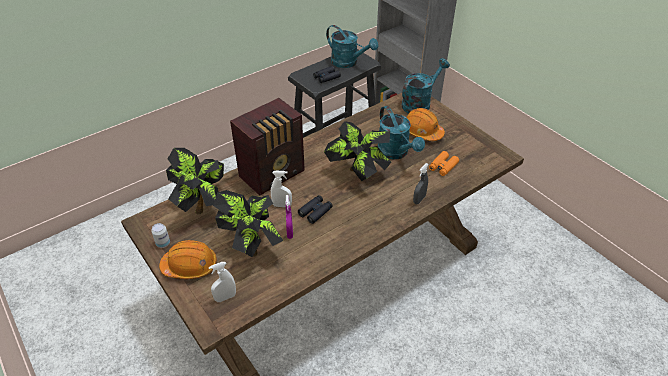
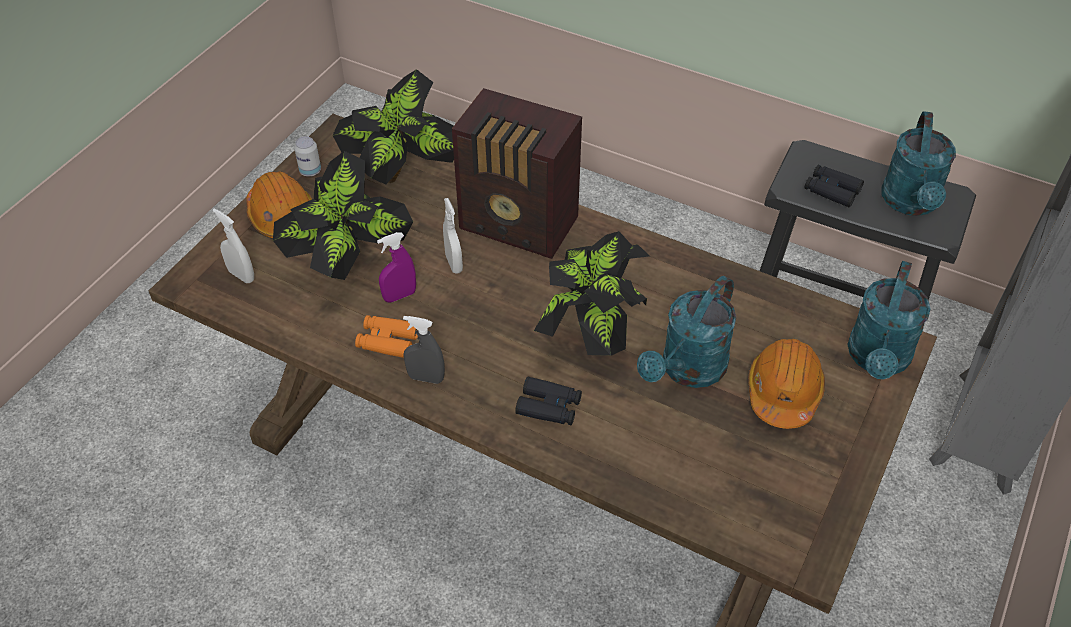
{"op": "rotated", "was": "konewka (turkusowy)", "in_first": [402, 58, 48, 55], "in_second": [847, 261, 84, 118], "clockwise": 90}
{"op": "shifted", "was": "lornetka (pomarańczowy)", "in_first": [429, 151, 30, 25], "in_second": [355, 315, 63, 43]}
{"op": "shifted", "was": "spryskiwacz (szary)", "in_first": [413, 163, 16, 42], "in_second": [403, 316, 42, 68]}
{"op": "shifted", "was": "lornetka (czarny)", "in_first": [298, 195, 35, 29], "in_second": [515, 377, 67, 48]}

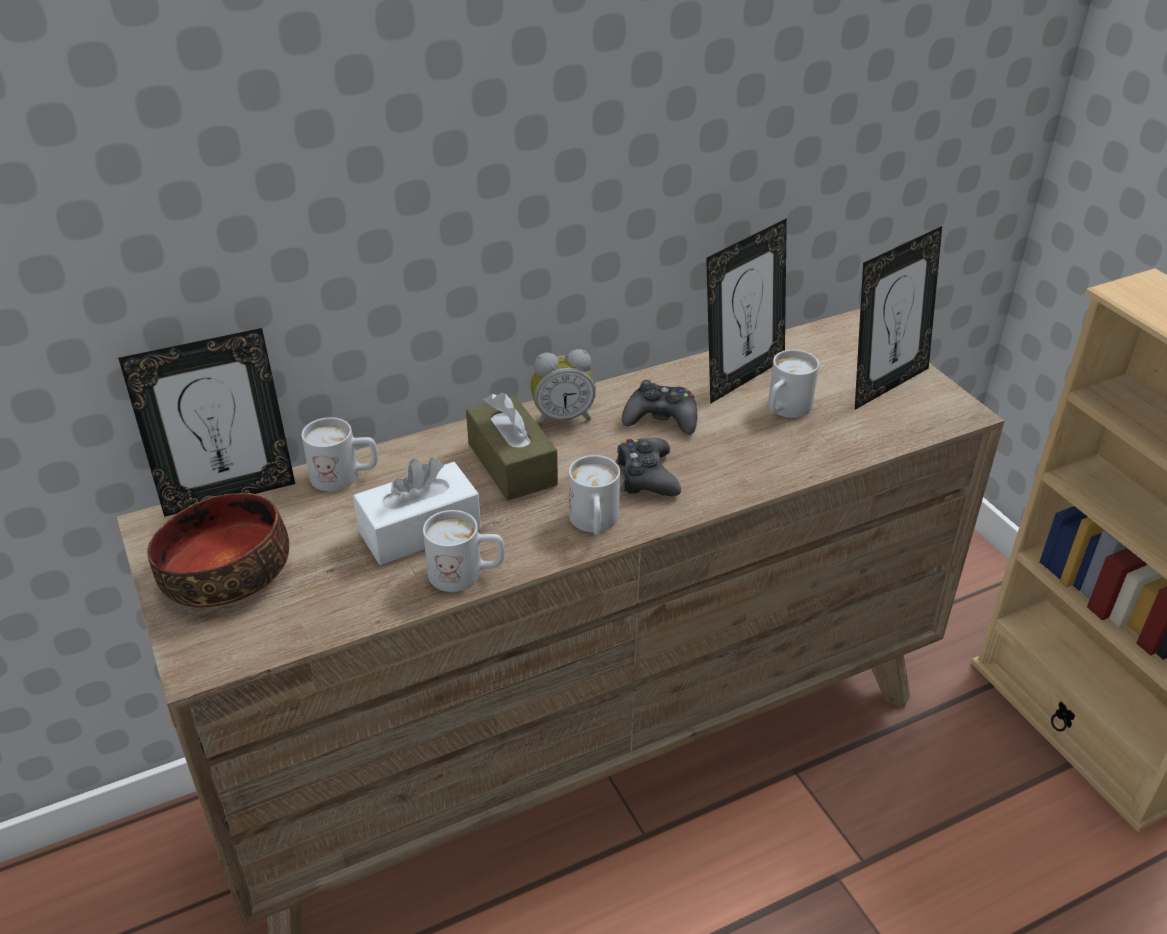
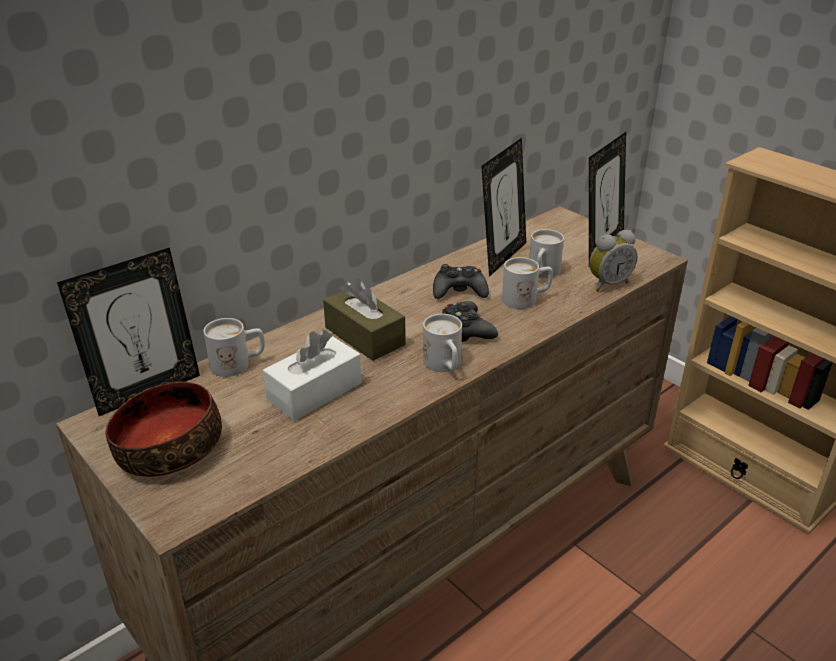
{"op": "shifted", "was": "budzik", "in_first": [531, 349, 65, 77], "in_second": [589, 230, 49, 61]}
{"op": "shifted", "was": "kubek (biały)", "in_first": [423, 510, 82, 82], "in_second": [502, 257, 51, 52]}

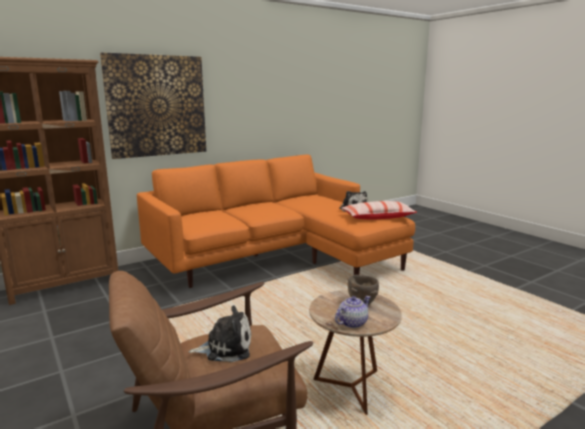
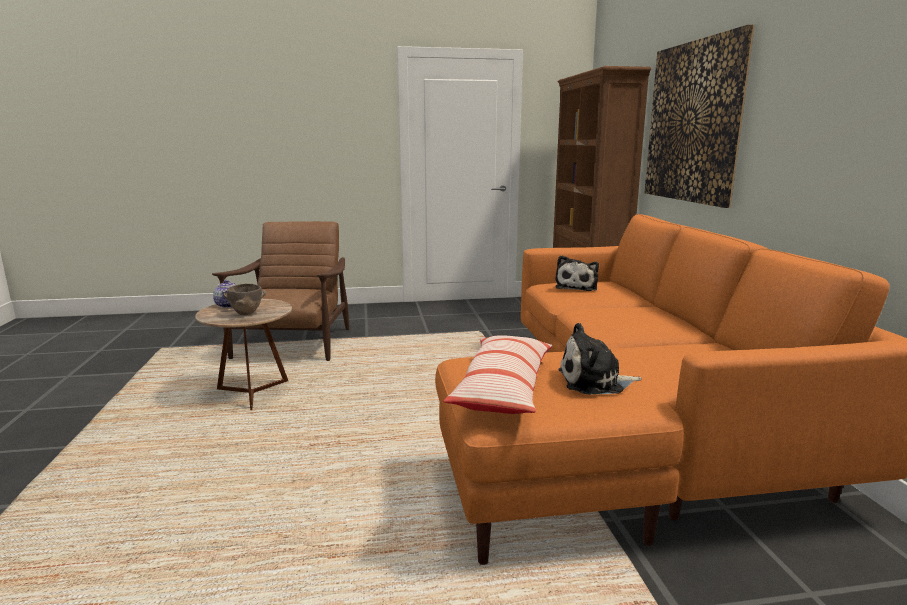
{"op": "shifted", "was": "pluszak", "in_first": [189, 305, 62, 57], "in_second": [555, 255, 44, 36]}

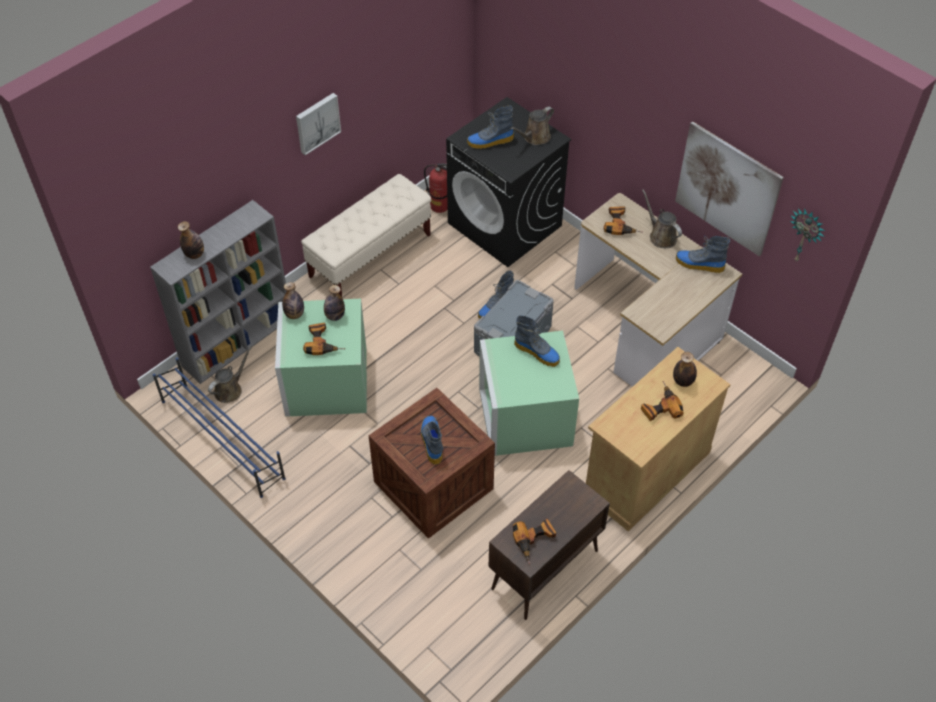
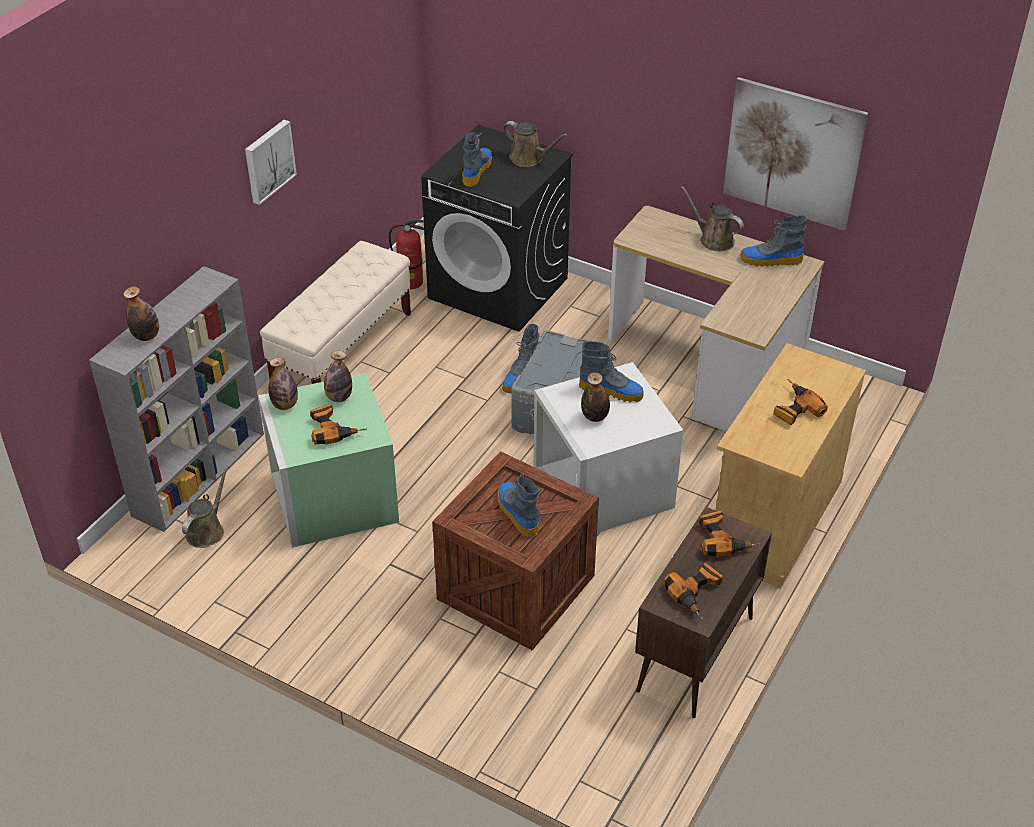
{"op": "rotated", "was": "but z cholewką", "in_first": [467, 105, 47, 44], "in_second": [462, 132, 30, 55], "clockwise": 135}
{"op": "rotated", "was": "konewka (brązowy)", "in_first": [510, 106, 44, 39], "in_second": [503, 121, 65, 46], "clockwise": -90}
{"op": "shifted", "was": "wiertarka", "in_first": [604, 206, 39, 29], "in_second": [698, 510, 64, 47]}
{"op": "gone", "was": "zegar ścienny", "in_first": [790, 208, 35, 53]}
{"op": "repainted", "was": "pojemnik do przechowywania (zielony)", "now": "pojemnik do przechowywania (biały)", "in_first": [479, 331, 100, 125], "in_second": [534, 362, 149, 171]}
{"op": "shifted", "was": "butelka", "in_first": [673, 352, 24, 35], "in_second": [581, 372, 29, 50]}
{"op": "gone", "was": "regał na buty (niebieski)", "in_first": [153, 357, 133, 141]}

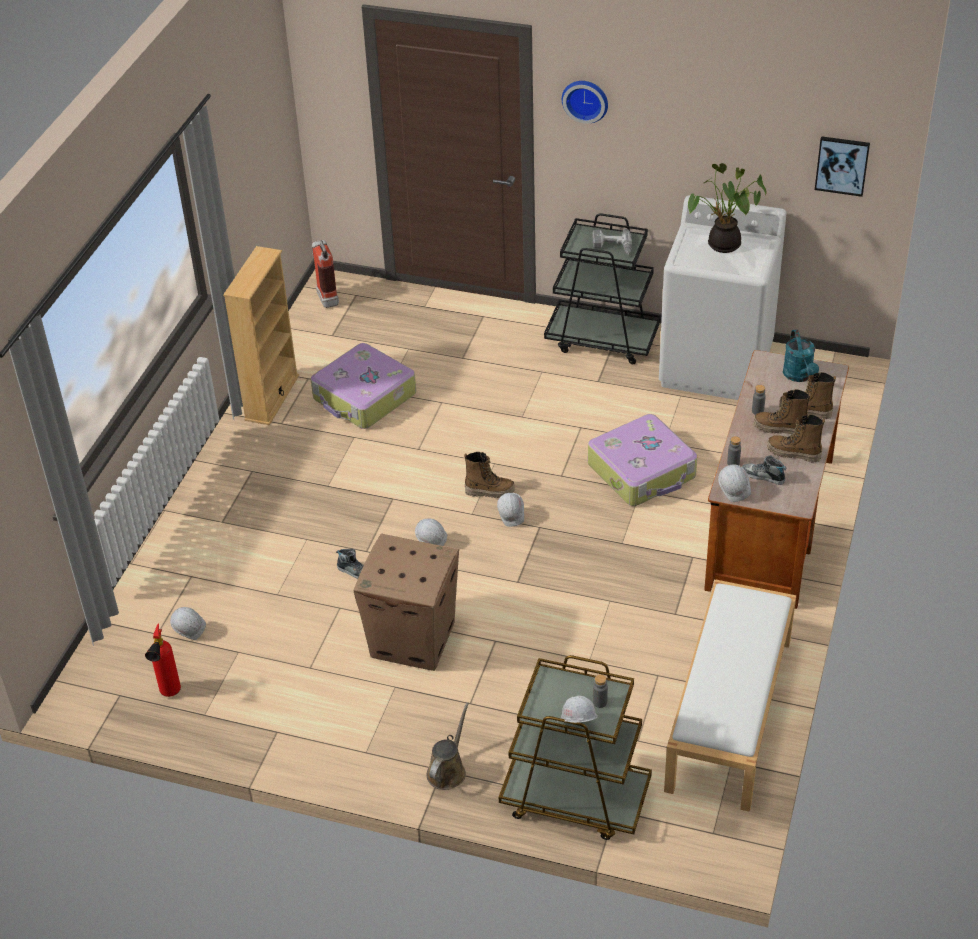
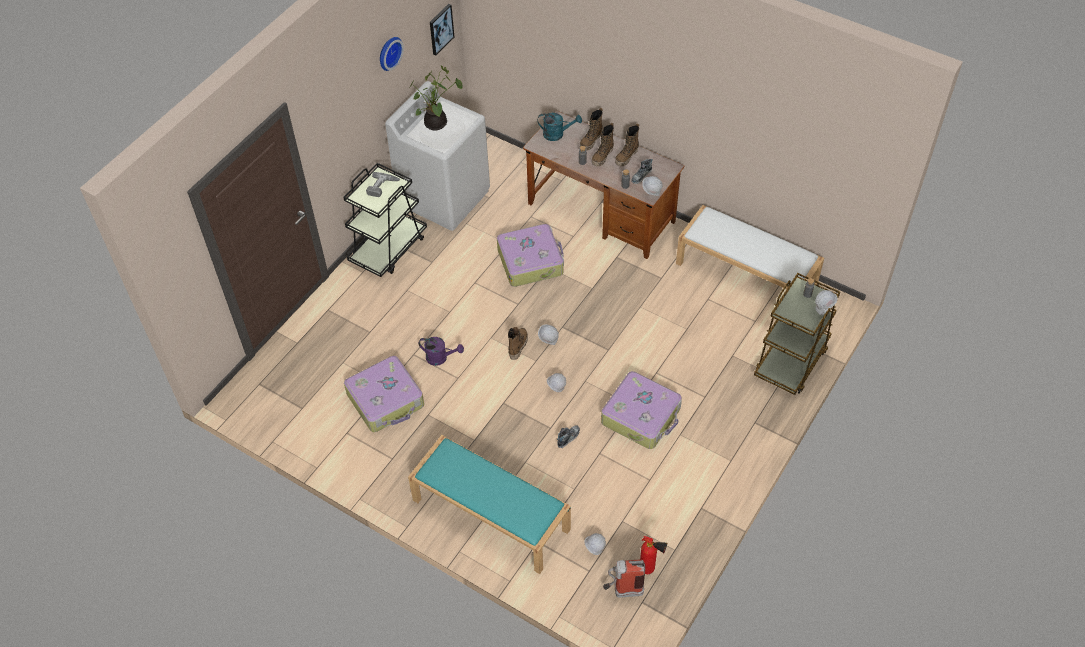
{"op": "shifted", "was": "zegar ścienny", "in_first": [562, 81, 46, 43], "in_second": [380, 37, 24, 34]}
{"op": "shifted", "was": "gaśnica", "in_first": [312, 240, 27, 68], "in_second": [603, 559, 42, 39]}
{"op": "gone", "was": "regał (beżowy)", "in_first": [223, 246, 76, 179]}
{"op": "swapped", "was": "karton", "now": "walizka", "in_first": [354, 533, 105, 138], "in_second": [601, 371, 81, 78]}
{"op": "gone", "was": "konewka (brązowy)", "in_first": [426, 702, 43, 88]}
{"op": "new", "now": "konewka (fioletowy)", "in_second": [419, 337, 45, 29]}
{"op": "new", "now": "ławka (turkusowy)", "in_second": [408, 435, 163, 139]}

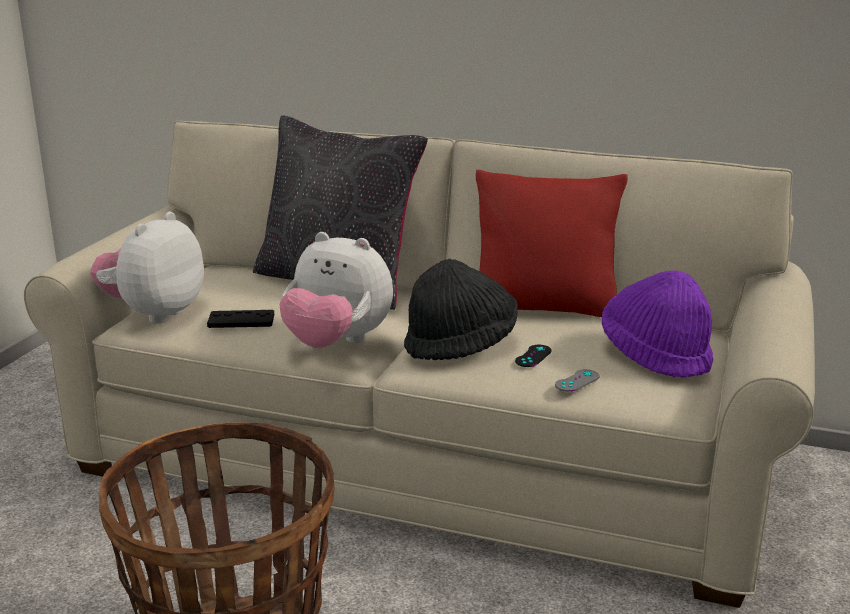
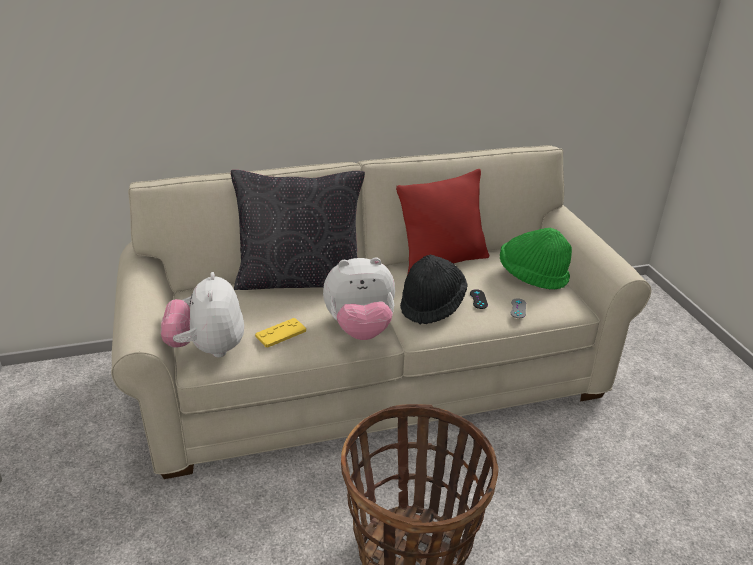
{"op": "repainted", "was": "kapelusz (fioletowy)", "now": "kapelusz (zielony)", "in_first": [602, 270, 111, 108], "in_second": [500, 228, 72, 62]}
{"op": "repainted", "was": "pad do gier (czarny)", "now": "pad do gier (żółty)", "in_first": [207, 310, 67, 18], "in_second": [255, 318, 51, 30]}

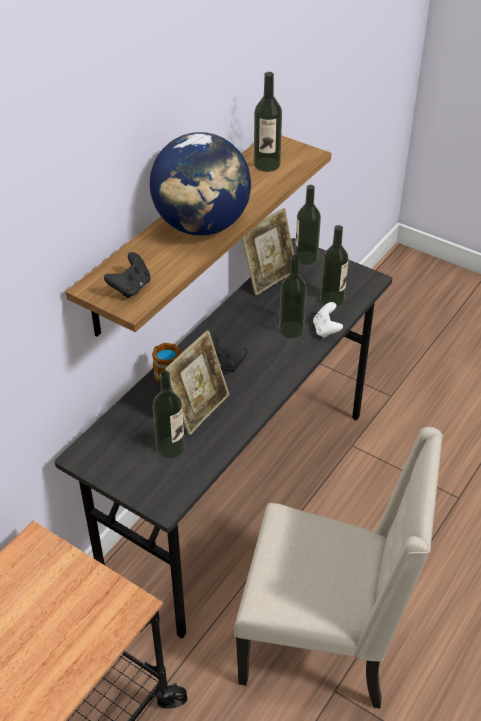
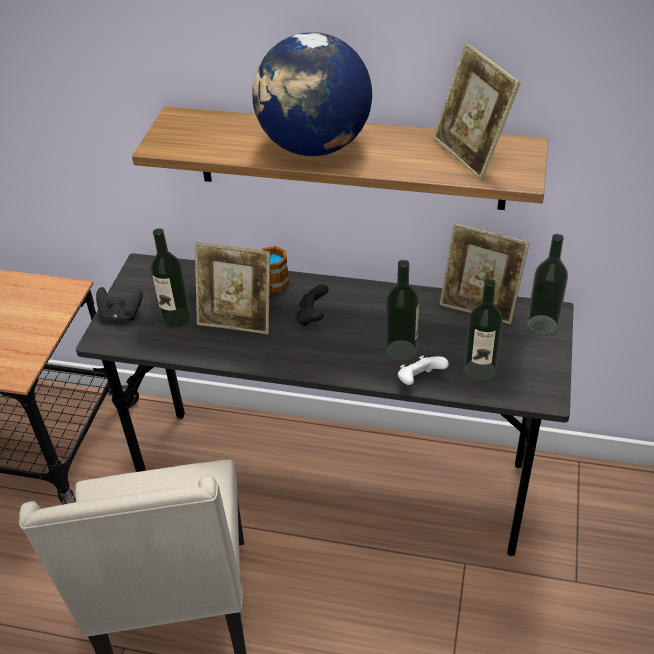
{"op": "swapped", "was": "butelka", "now": "ramka na zdjęcie", "in_first": [254, 72, 28, 100], "in_second": [433, 43, 88, 137]}
{"op": "shifted", "was": "pad do gier (czarny)", "in_first": [104, 252, 46, 46], "in_second": [96, 287, 47, 34]}

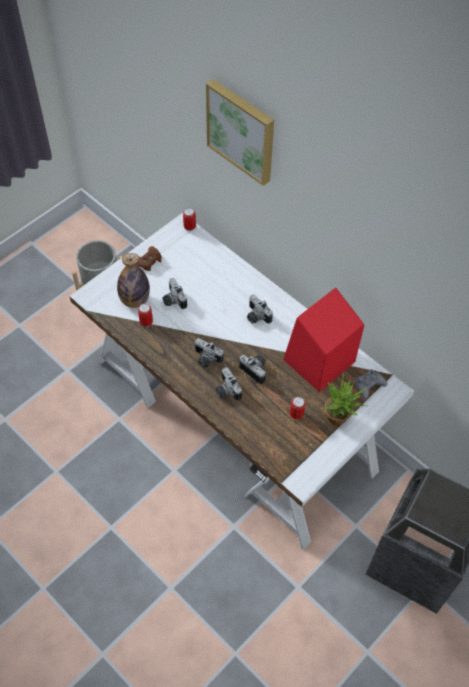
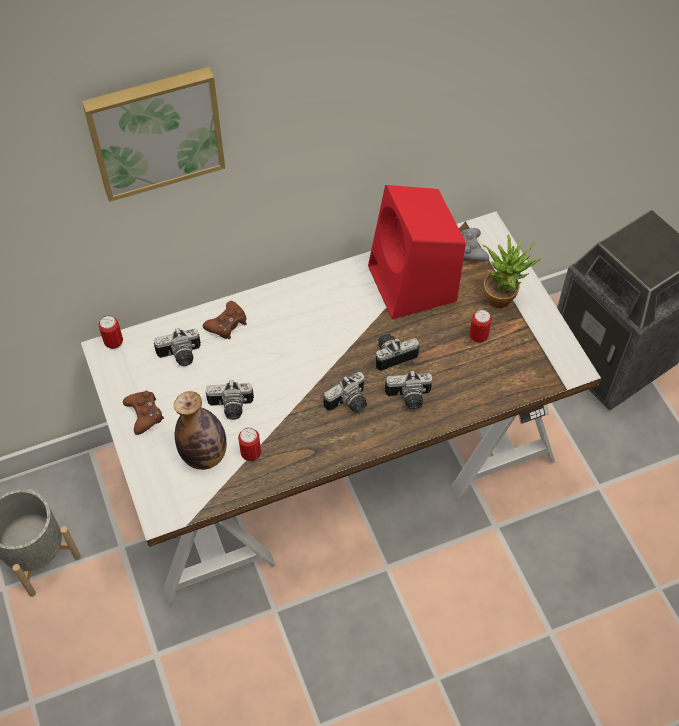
{"op": "shifted", "was": "aparat fotograficzny", "in_first": [247, 294, 26, 30], "in_second": [154, 328, 47, 38]}
{"op": "new", "now": "pad do gier (brązowy)", "in_second": [203, 301, 44, 38]}

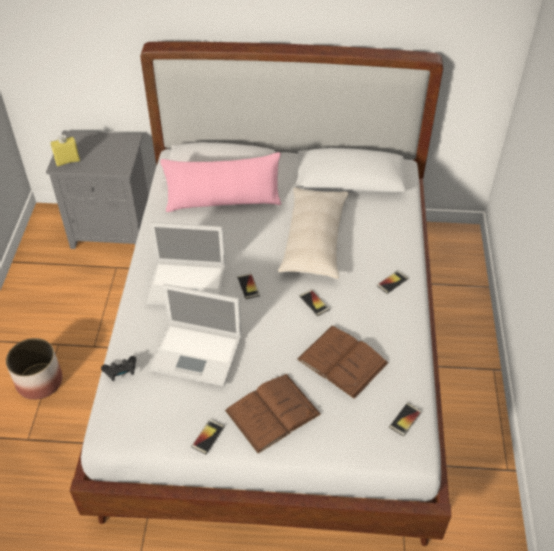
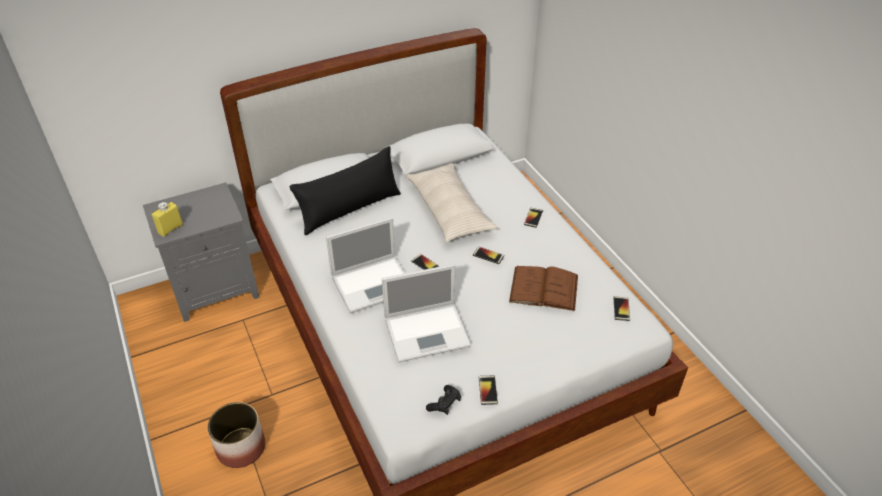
{"op": "repainted", "was": "poduszka (różowy)", "now": "poduszka (czarny)", "in_first": [160, 152, 121, 60], "in_second": [290, 146, 111, 89]}
{"op": "shifted", "was": "pad do gier (czarny)", "in_first": [101, 356, 35, 25], "in_second": [426, 385, 35, 30]}
{"op": "gone", "was": "książka (brązowy)", "in_first": [225, 374, 96, 80]}

